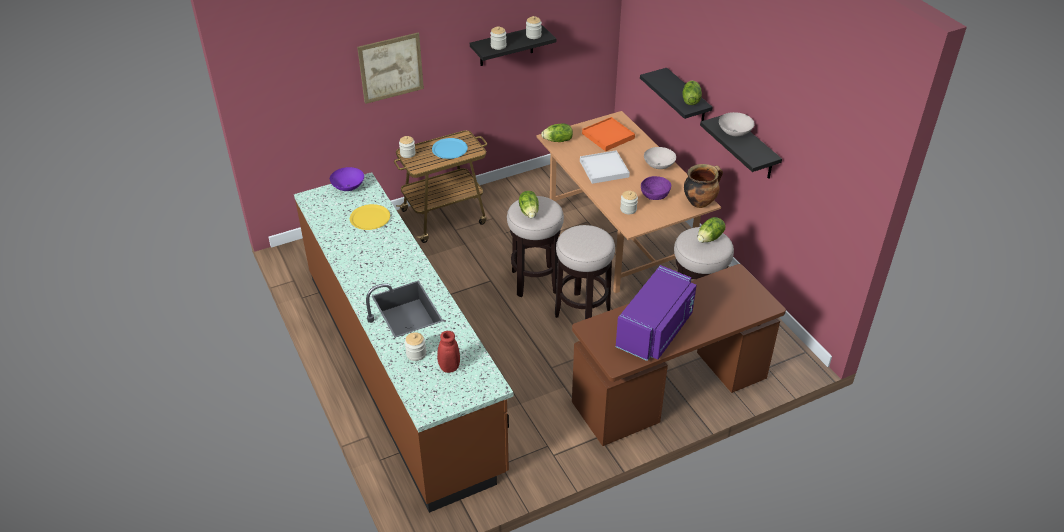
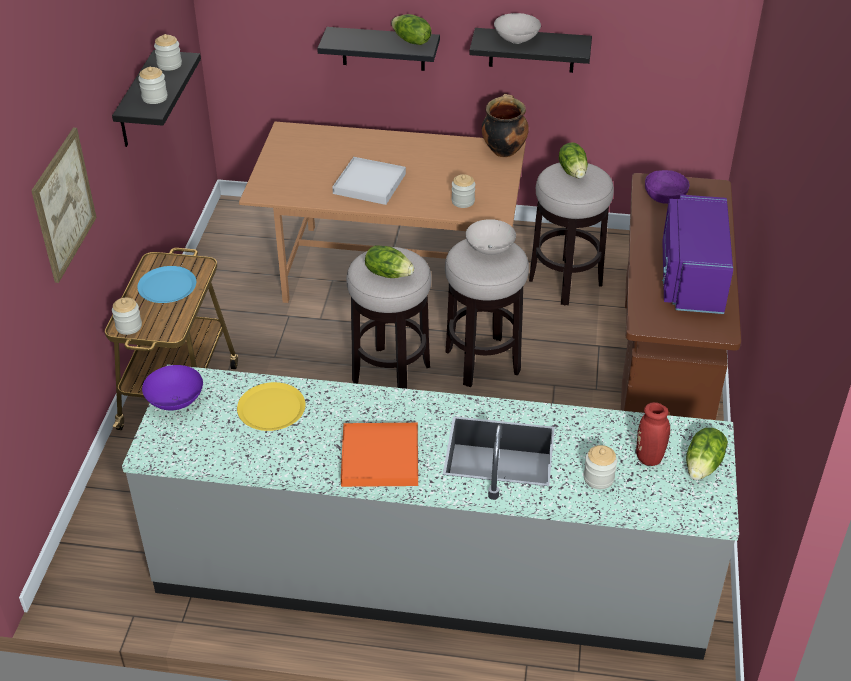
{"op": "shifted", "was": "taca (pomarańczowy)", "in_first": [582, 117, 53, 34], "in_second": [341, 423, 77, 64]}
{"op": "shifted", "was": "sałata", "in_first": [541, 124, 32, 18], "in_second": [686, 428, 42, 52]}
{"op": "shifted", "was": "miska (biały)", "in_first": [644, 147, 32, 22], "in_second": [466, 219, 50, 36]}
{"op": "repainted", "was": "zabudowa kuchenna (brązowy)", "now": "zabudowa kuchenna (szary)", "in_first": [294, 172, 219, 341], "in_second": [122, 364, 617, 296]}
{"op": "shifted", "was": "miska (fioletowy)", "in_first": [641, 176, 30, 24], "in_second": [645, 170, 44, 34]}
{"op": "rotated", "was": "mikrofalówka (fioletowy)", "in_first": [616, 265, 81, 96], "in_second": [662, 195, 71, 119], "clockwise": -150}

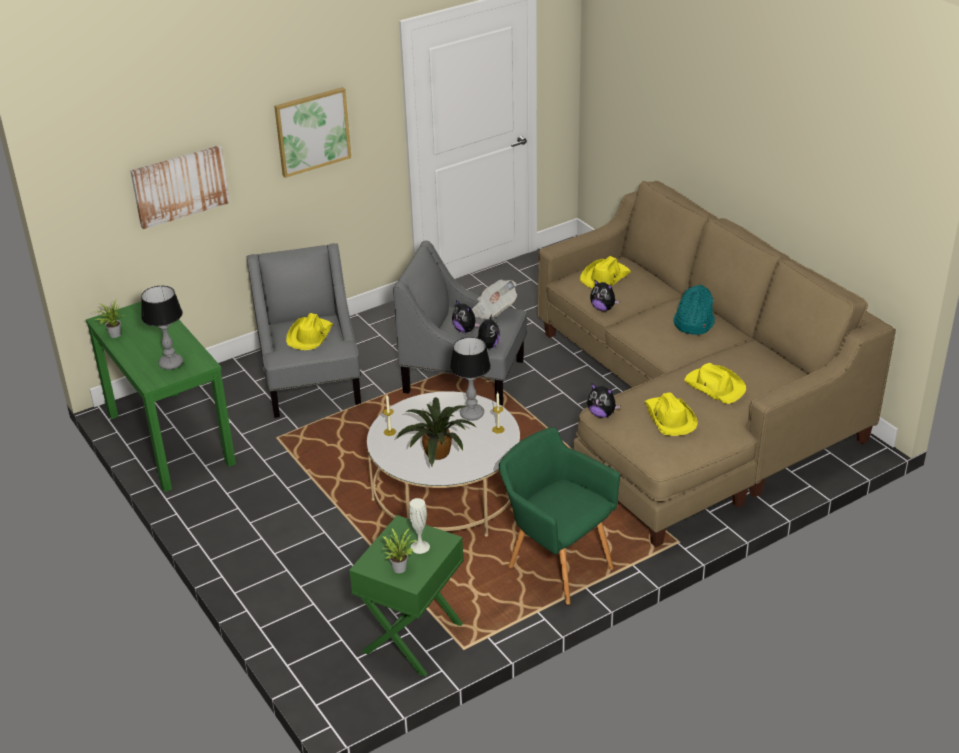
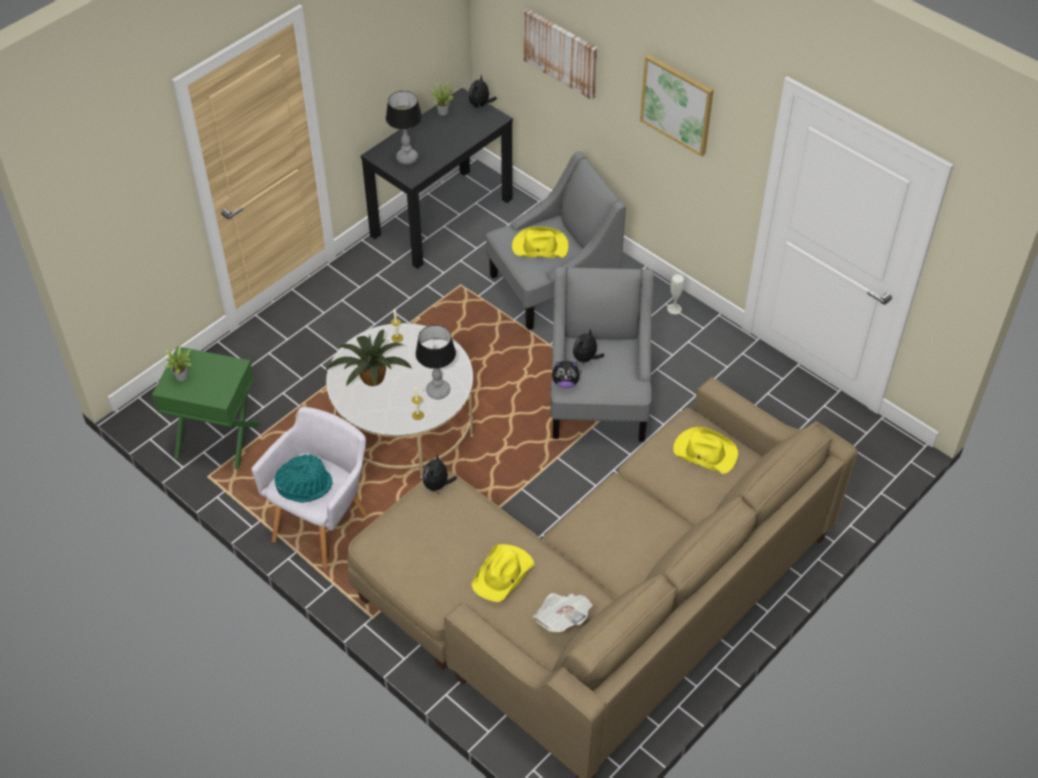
{"op": "shifted", "was": "pluszak", "in_first": [590, 279, 30, 32], "in_second": [468, 75, 29, 33]}
{"op": "shifted", "was": "gazeta", "in_first": [472, 280, 45, 39], "in_second": [533, 593, 60, 39]}
{"op": "shifted", "was": "kapelusz (turkusowy)", "in_first": [673, 285, 42, 50], "in_second": [275, 454, 57, 49]}
{"op": "repainted", "was": "stolik konsolowy (zielony)", "now": "stolik konsolowy (czarny)", "in_first": [86, 302, 150, 190], "in_second": [361, 88, 152, 181]}
{"op": "gone", "was": "kapelusz (żółty)", "in_first": [644, 392, 54, 44]}
{"op": "repainted", "was": "fotel (zielony)", "now": "fotel (szary)", "in_first": [499, 427, 121, 178], "in_second": [251, 407, 117, 162]}
{"op": "shifted", "was": "wazon (biały)", "in_first": [409, 498, 21, 56], "in_second": [667, 274, 17, 40]}

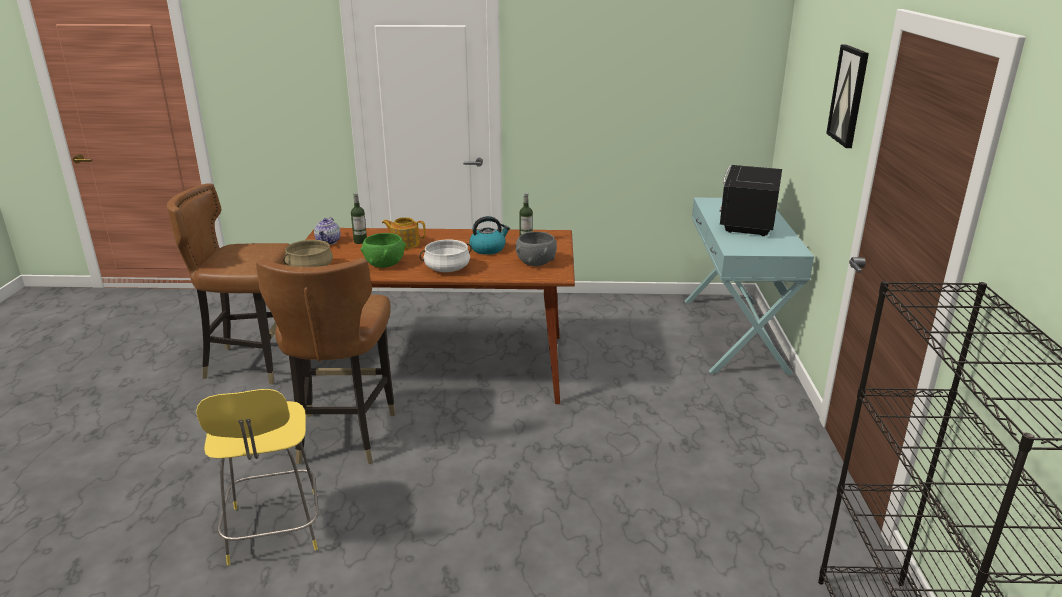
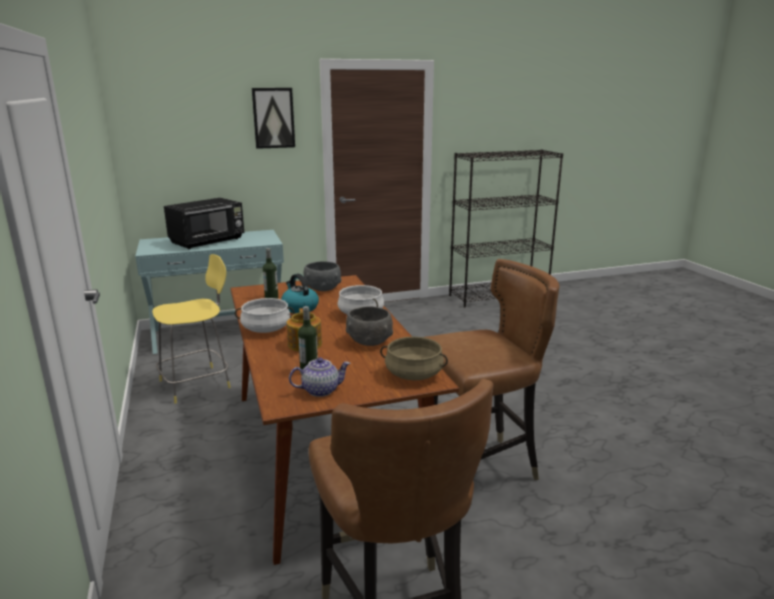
{"op": "rotated", "was": "mikrofalówka (czarny)", "in_first": [720, 165, 62, 71], "in_second": [164, 198, 80, 51], "clockwise": -45}
{"op": "repainted", "was": "miska (zielony)", "now": "miska (szary)", "in_first": [360, 233, 46, 35], "in_second": [346, 306, 47, 40]}
{"op": "shifted", "was": "stołek (żółty)", "in_first": [196, 389, 123, 176], "in_second": [152, 254, 79, 150]}
{"op": "new", "now": "garnek (biały)", "in_second": [235, 298, 60, 35]}

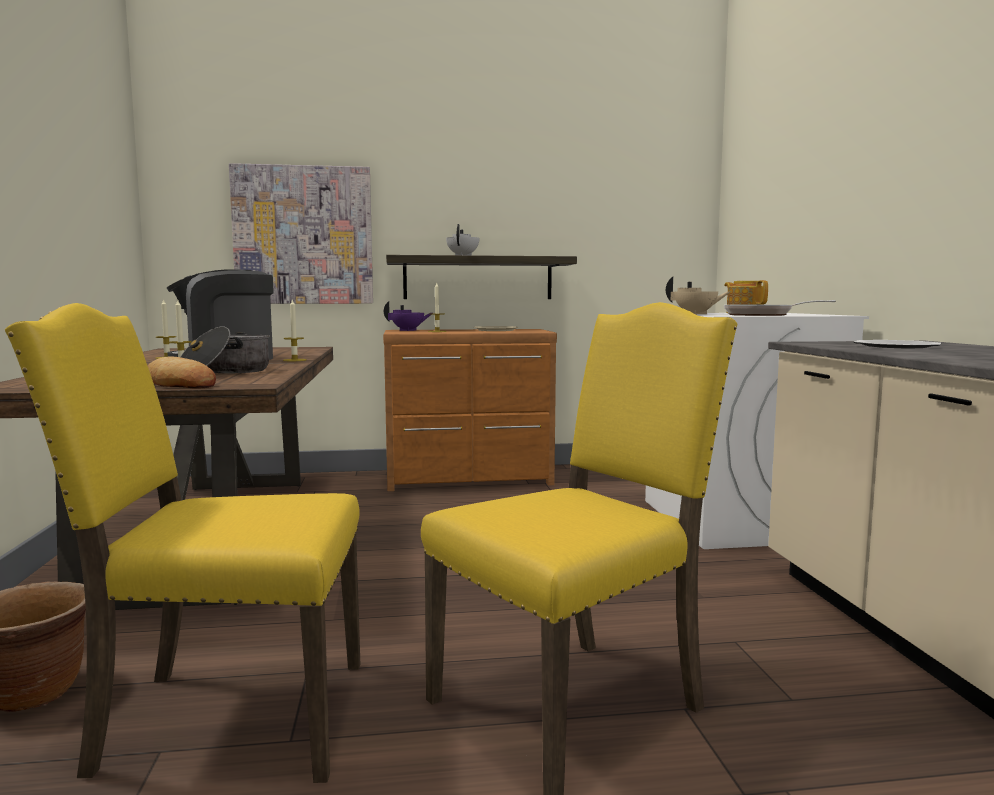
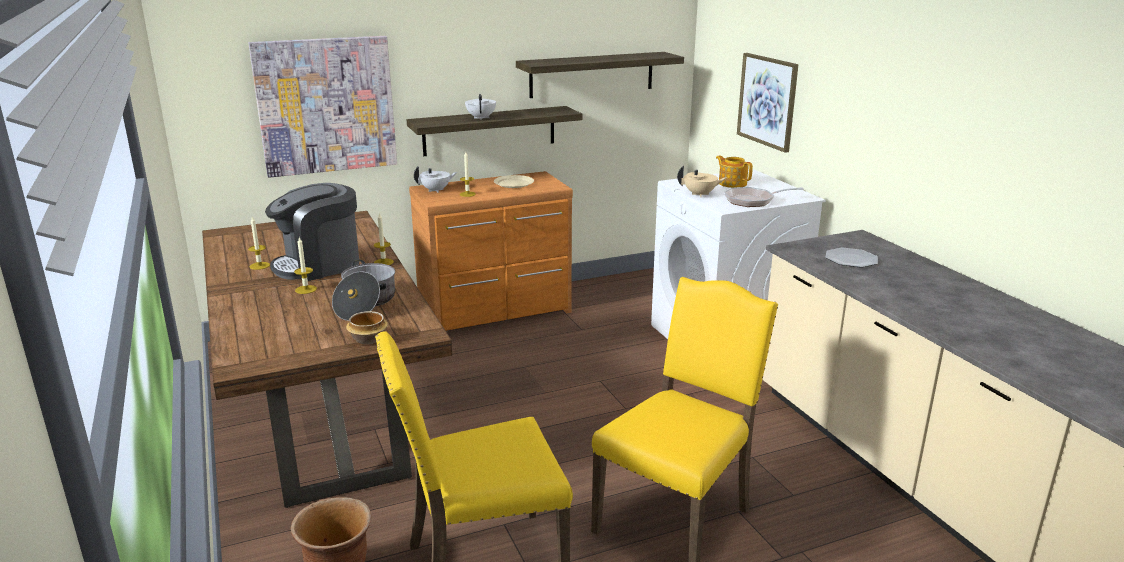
{"op": "repainted", "was": "imbryk (fioletowy)", "now": "imbryk (biały)", "in_first": [384, 301, 46, 30], "in_second": [414, 166, 43, 27]}
{"op": "swapped", "was": "chleb", "now": "miska", "in_first": [148, 357, 68, 32], "in_second": [346, 311, 42, 33]}
{"op": "new", "now": "półka", "in_second": [516, 52, 168, 46]}
{"op": "new", "now": "obraz", "in_second": [737, 53, 61, 100]}

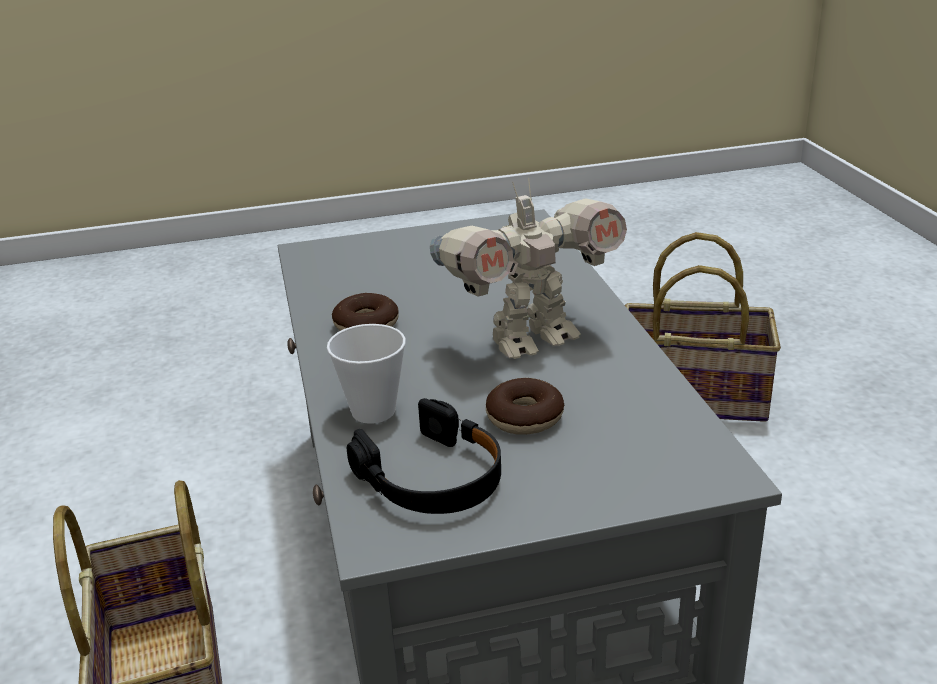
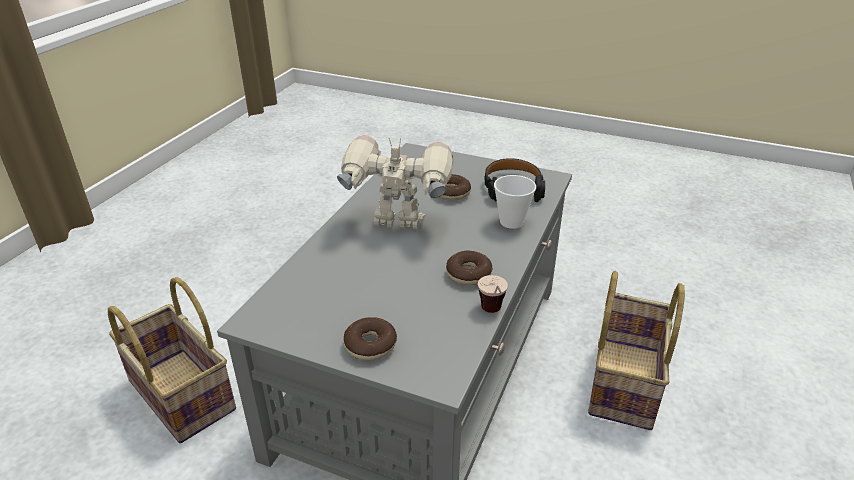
{"op": "new", "now": "filiżanka", "in_second": [478, 275, 30, 38]}
{"op": "new", "now": "donut", "in_second": [344, 317, 53, 44]}

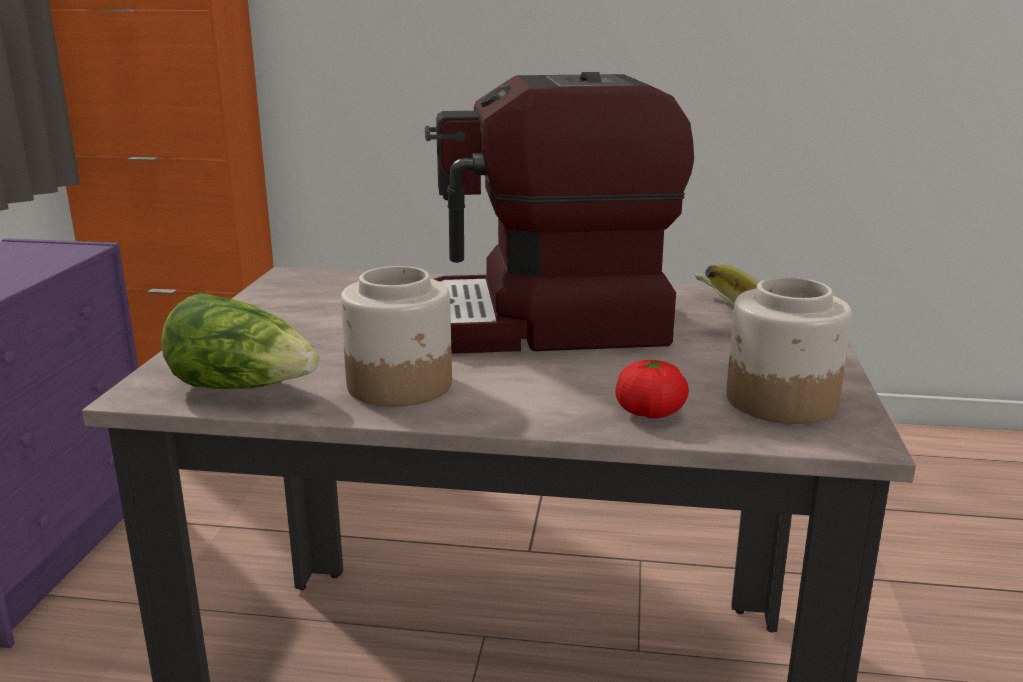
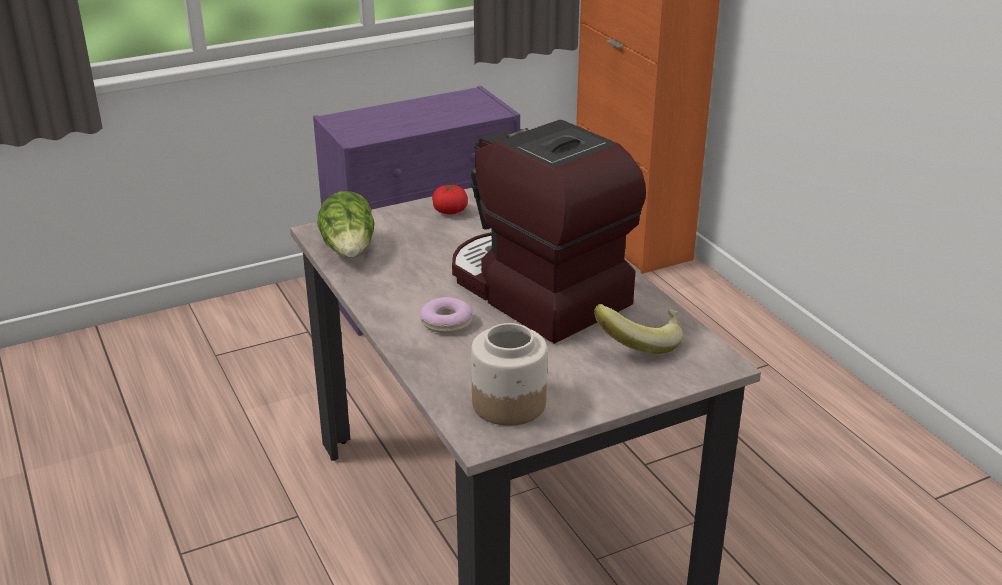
{"op": "gone", "was": "słoik", "in_first": [341, 266, 111, 141]}
{"op": "shifted", "was": "pomidor", "in_first": [616, 360, 73, 58], "in_second": [432, 185, 36, 29]}
{"op": "new", "now": "donut", "in_second": [420, 297, 53, 36]}

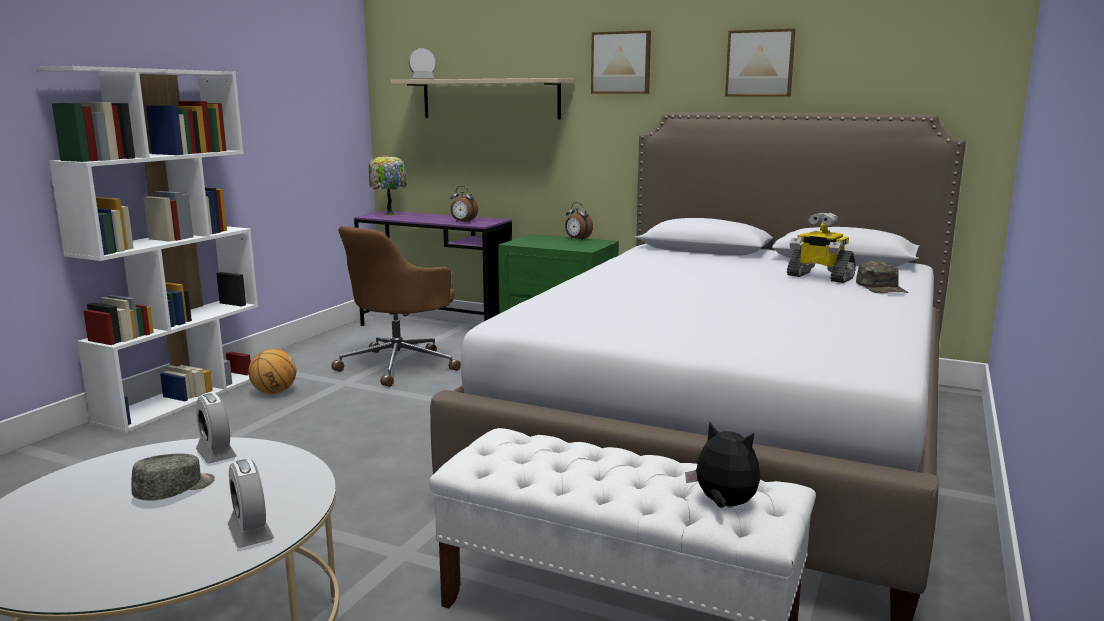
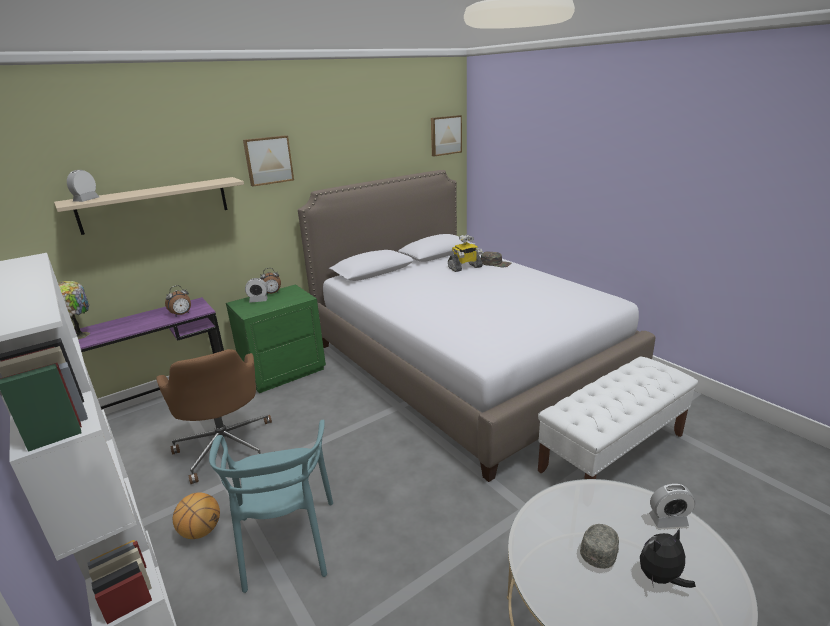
{"op": "shifted", "was": "obraz", "in_first": [725, 29, 71, 68], "in_second": [431, 115, 31, 41]}
{"op": "shifted", "was": "budzik", "in_first": [196, 393, 41, 71], "in_second": [245, 278, 23, 25]}
{"op": "shifted", "was": "pluszak", "in_first": [685, 422, 75, 86], "in_second": [640, 529, 56, 59]}
{"op": "rotated", "was": "czapka z daszkiem (szary)", "in_first": [131, 453, 84, 48], "in_second": [580, 524, 39, 45], "clockwise": 60}
{"op": "new", "now": "krzesło (turkusowy)", "in_second": [209, 420, 124, 173]}

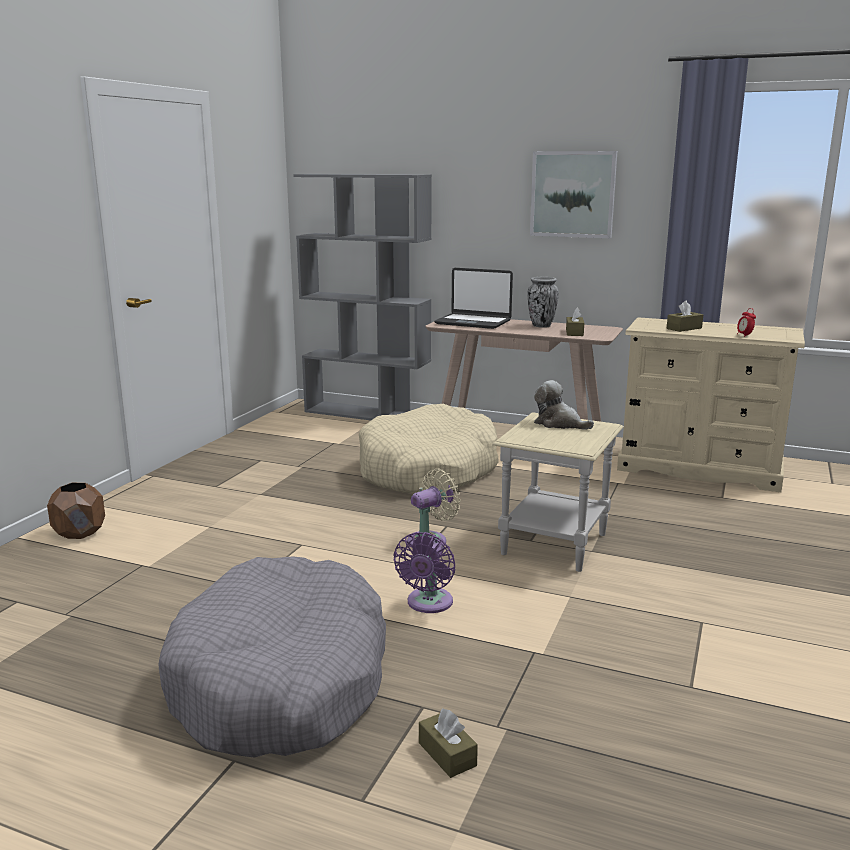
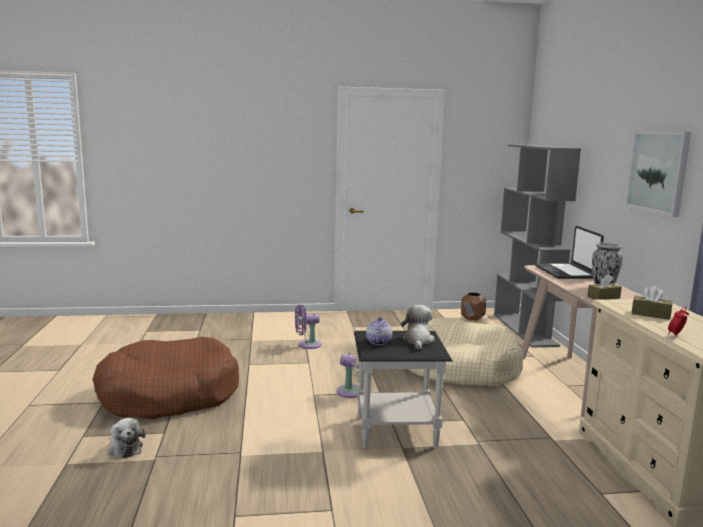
{"op": "repainted", "was": "stolik (beżowy)", "now": "stolik (czarny)", "in_first": [493, 412, 130, 160], "in_second": [354, 331, 99, 118]}
{"op": "shifted", "was": "donica (brązowy)", "in_first": [47, 483, 58, 56], "in_second": [461, 292, 25, 29]}
{"op": "shifted", "was": "wentylator (fioletowy)", "in_first": [393, 532, 62, 81], "in_second": [295, 304, 27, 45]}
{"op": "repainted", "was": "legowisko (szary)", "now": "legowisko (brązowy)", "in_first": [158, 556, 228, 201], "in_second": [92, 337, 147, 82]}
{"op": "swapped", "was": "pudełko chusteczek (brązowy)", "now": "pluszak", "in_first": [419, 708, 59, 70], "in_second": [108, 418, 38, 41]}
{"op": "new", "now": "imbryk", "in_second": [366, 317, 26, 28]}

